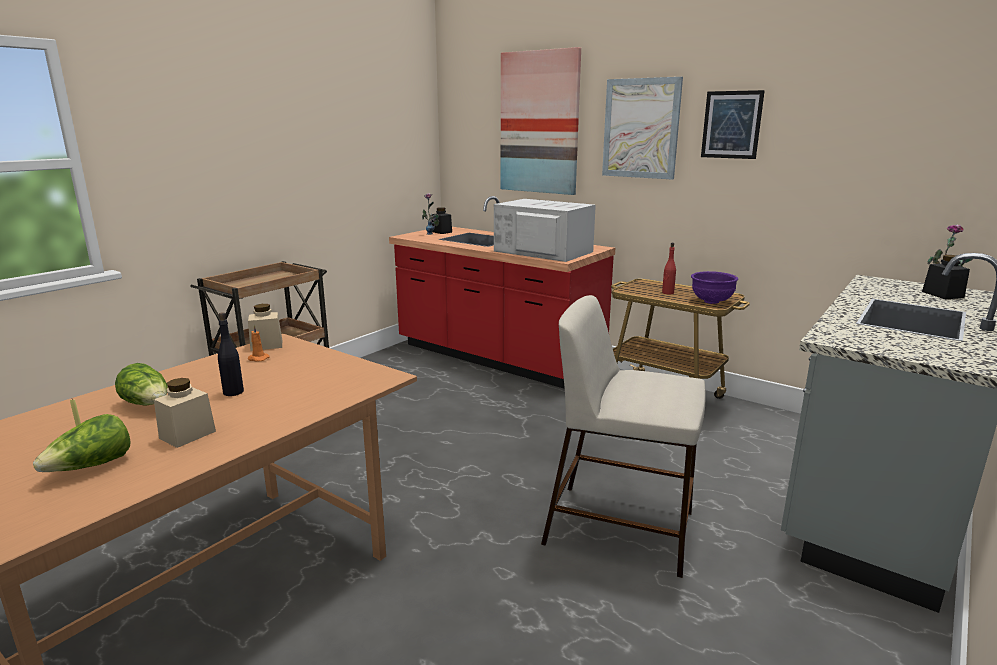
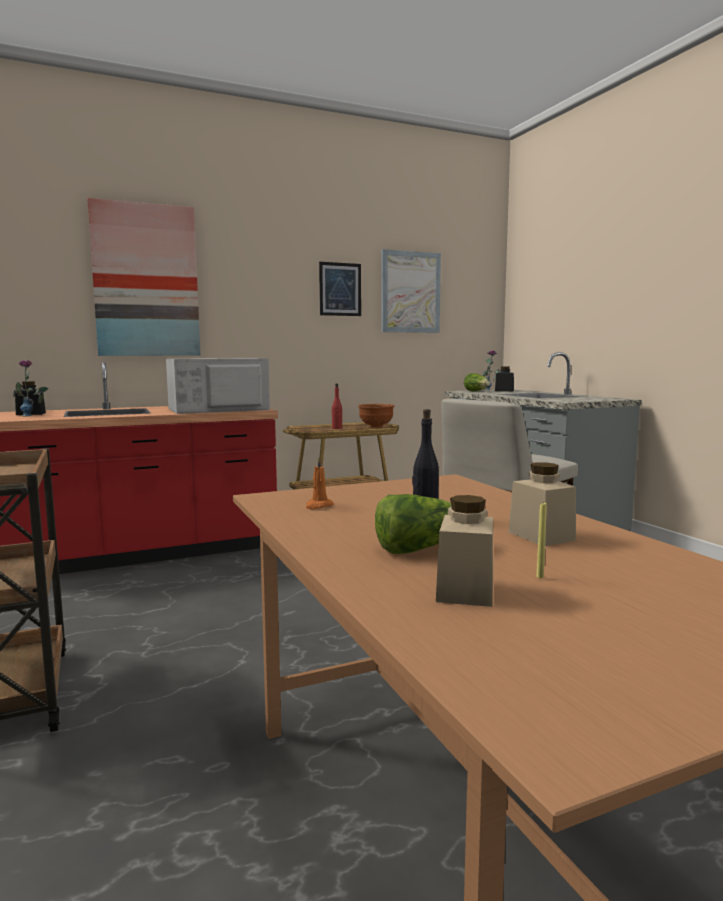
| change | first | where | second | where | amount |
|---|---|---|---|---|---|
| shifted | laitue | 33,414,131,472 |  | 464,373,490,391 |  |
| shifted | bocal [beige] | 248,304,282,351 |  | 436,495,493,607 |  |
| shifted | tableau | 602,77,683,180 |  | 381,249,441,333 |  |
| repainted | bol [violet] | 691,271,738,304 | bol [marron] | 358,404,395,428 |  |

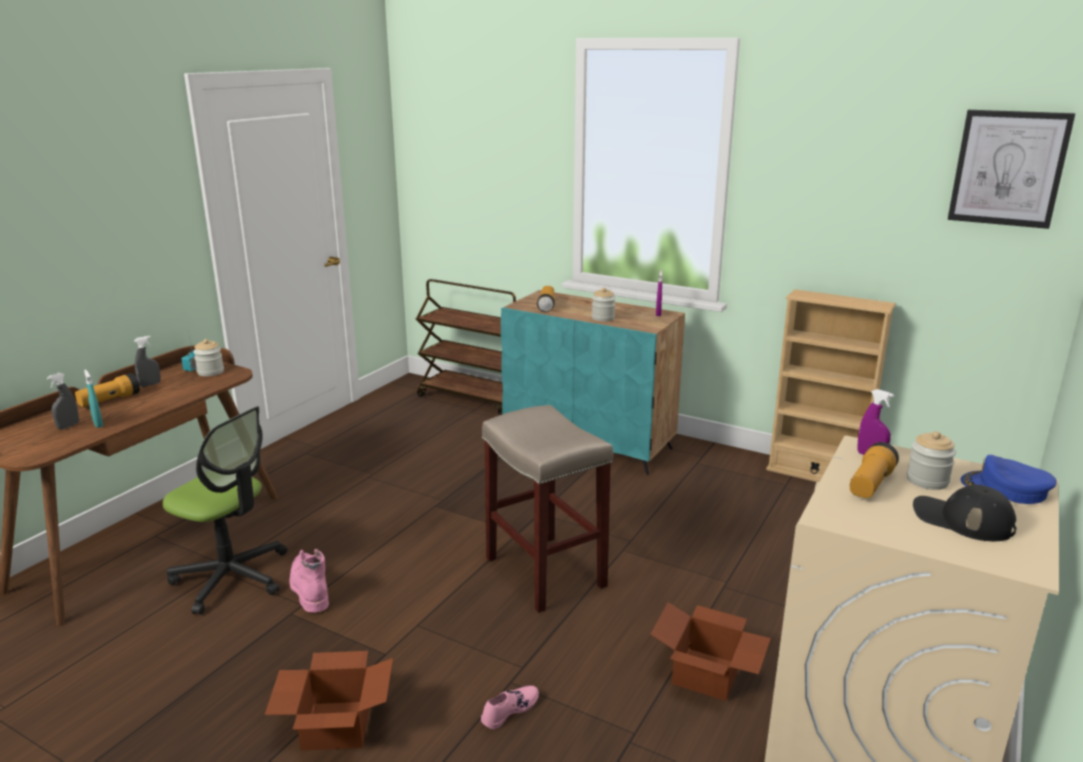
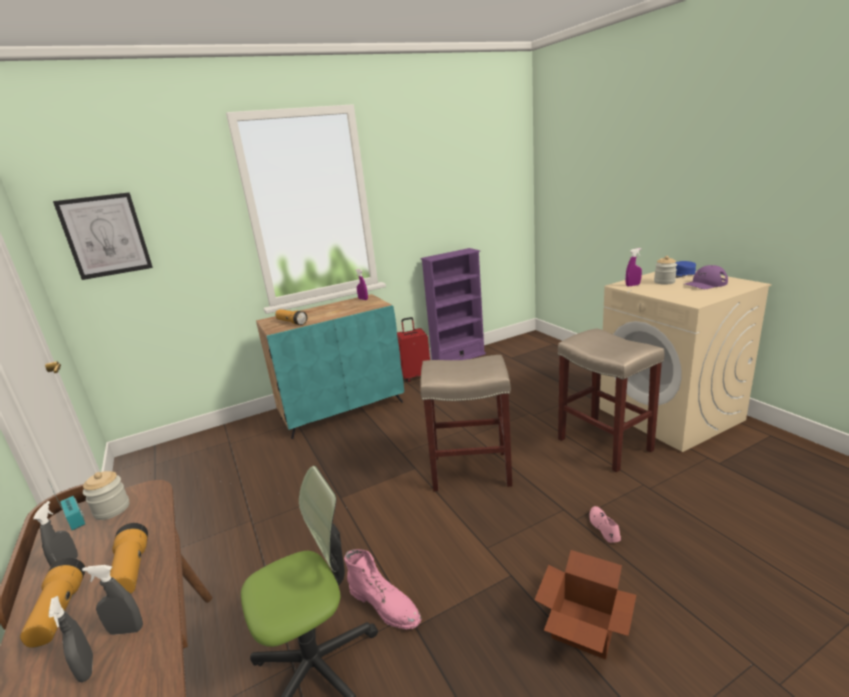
| change | first | where | second | where | amount |
|---|---|---|---|---|---|
| repainted | vaporisateur [turquoise] | 84,369,103,428 | vaporisateur [gris] | 82,565,143,635 |  |
| rotated | botte [rose] | 289,549,329,613 |  | 344,549,421,629 | 150 degrees counterclockwise |
| gone | chariot [marron] | 416,279,516,415 |  |  |  |
| gone | bocal | 592,288,616,322 |  |  |  |
| swapped | carton | 650,602,771,701 | tabouret [beige] | 558,328,664,472 |  |
| repainted | bibliothèque [beige] | 766,289,896,482 | bibliothèque [violet] | 421,248,486,360 |  |
| shifted | lampe de poche | 850,442,899,498 |  | 110,523,148,594 |  |
| repainted | casquette [noir] | 913,484,1017,541 | casquette [violet] | 685,265,728,289 |  |
| shifted | tableau | 948,110,1075,229 |  | 53,192,153,280 |  |
| new |  |  | valise [rouge] | 397,317,430,382 |  |

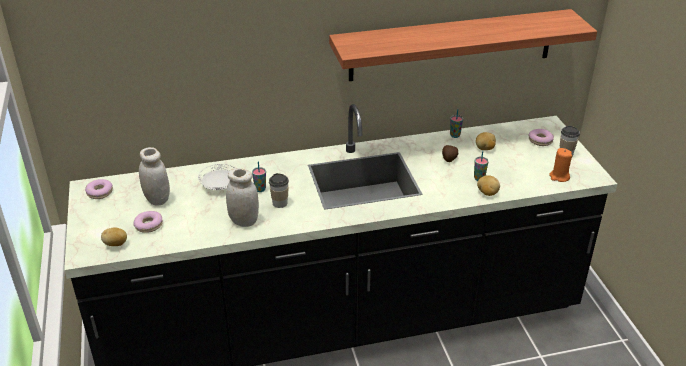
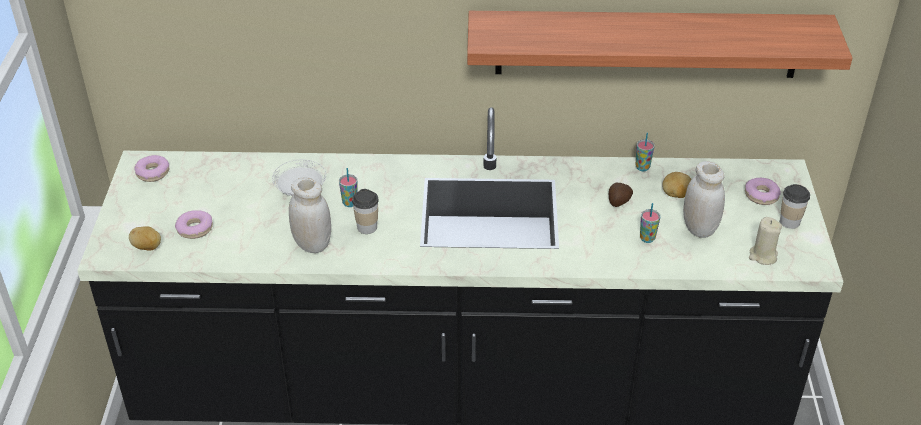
| change | first | where | second | where | amount |
|---|---|---|---|---|---|
| shifted | bocal [blanc] | 139,147,170,206 |  | 683,161,725,238 |  |
| gone | pomme de terre | 477,175,500,196 |  |  |  |
| repainted | bougie [orange] | 549,148,572,182 | bougie [beige] | 749,217,782,265 |  |

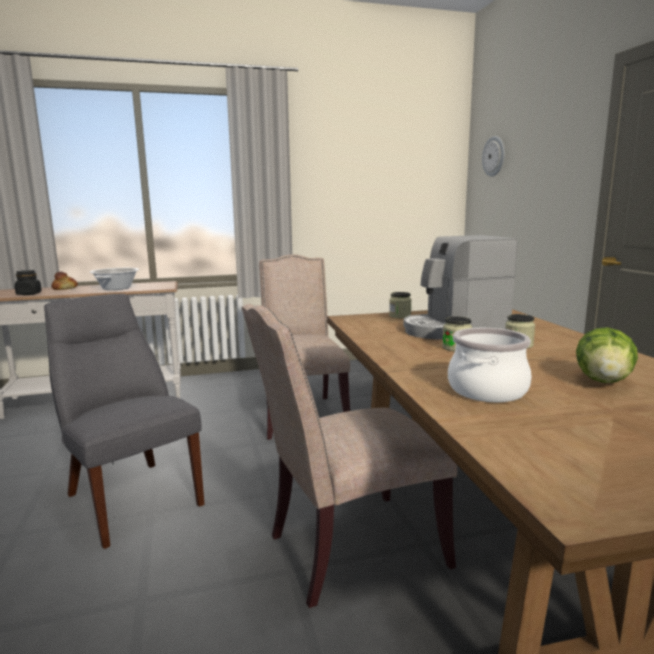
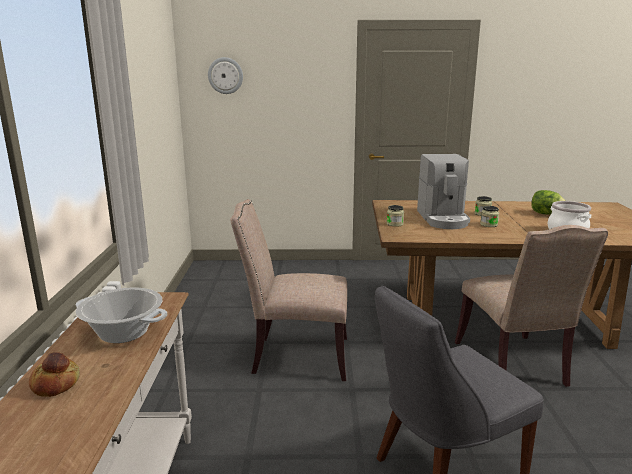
| change | first | where | second | where | amount |
|---|---|---|---|---|---|
| gone | bocal [noir] | 15,270,42,295 |  |  |  |

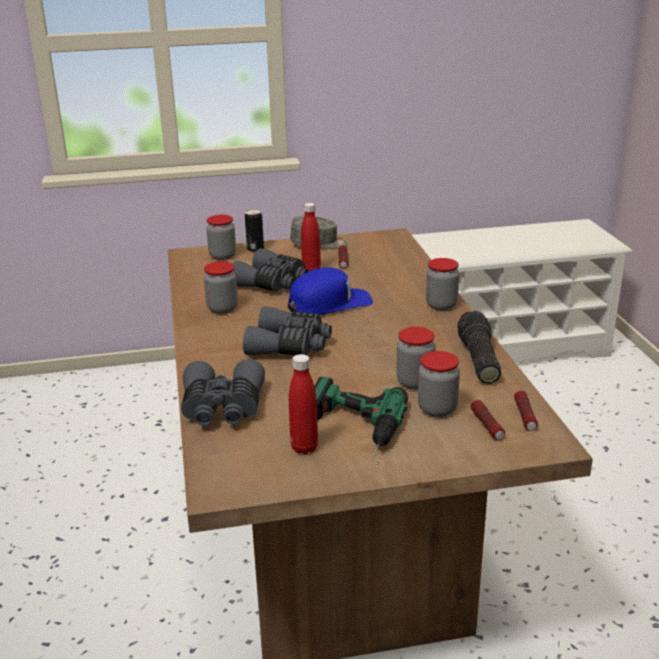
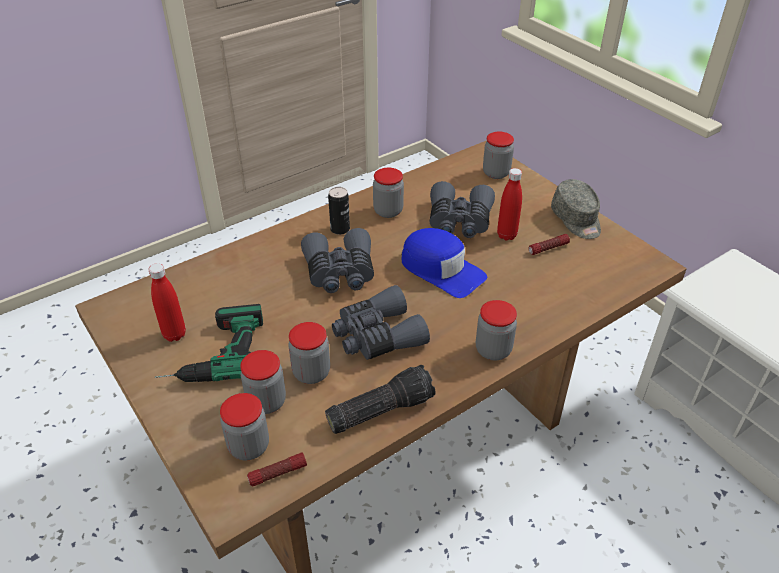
| change | first | where | second | where | amount |
|---|---|---|---|---|---|
| shifted | jumelles [gris] | 181,359,265,425 |  | 332,285,430,360 |  |
| shifted | boîte métallique | 245,209,264,252 |  | 328,187,350,235 |  |
| swapped | lampe de poche | 471,400,505,440 | bocal | 220,393,269,460 |  |

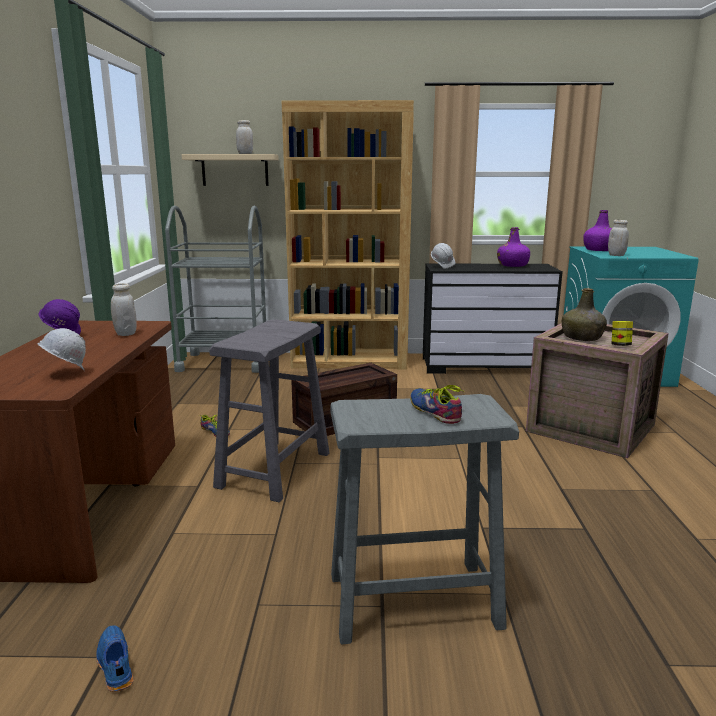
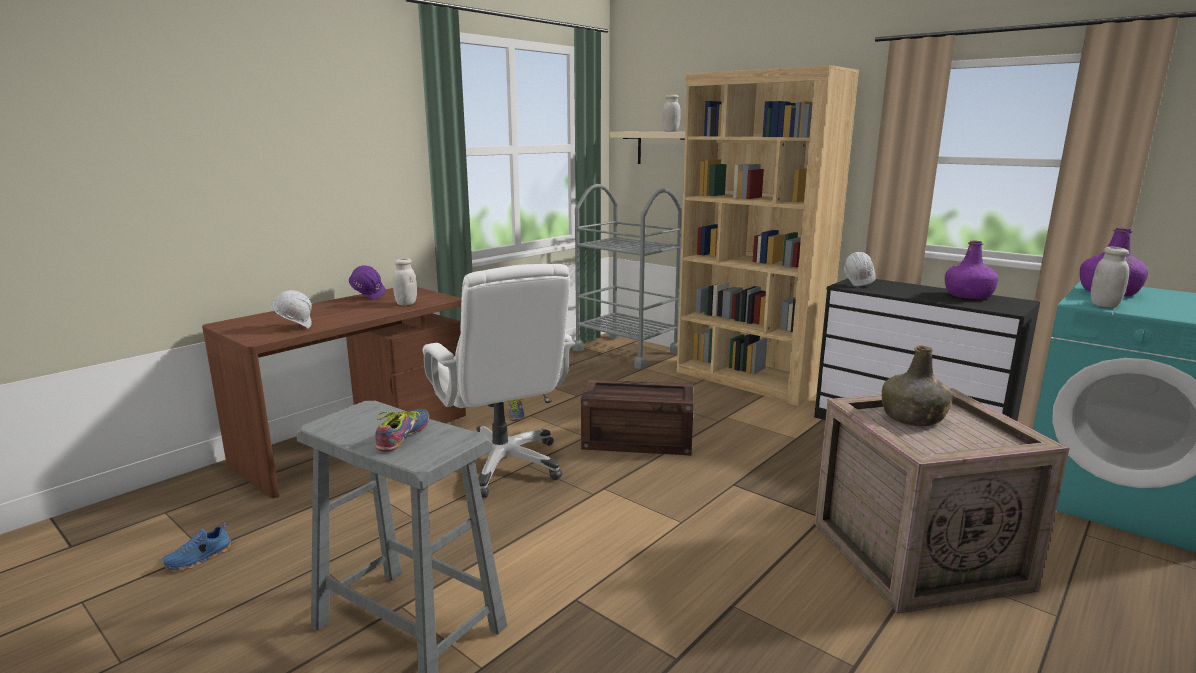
| change | first | where | second | where | amount |
|---|---|---|---|---|---|
| rotated | chaussure [bleu] | 96,625,134,692 |  | 161,523,233,570 | 150 degrees counterclockwise |
| swapped | tabouret [gris] | 209,319,330,502 | chaise de bureau [blanc] | 423,264,575,498 |  |
| gone | bocal | 612,321,633,346 |  |  |  |

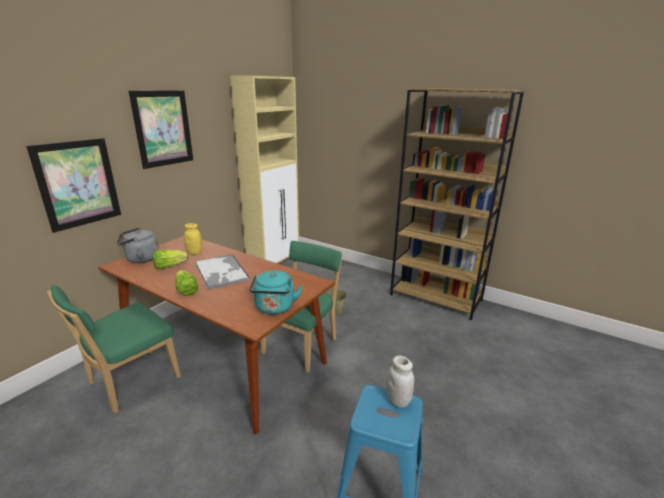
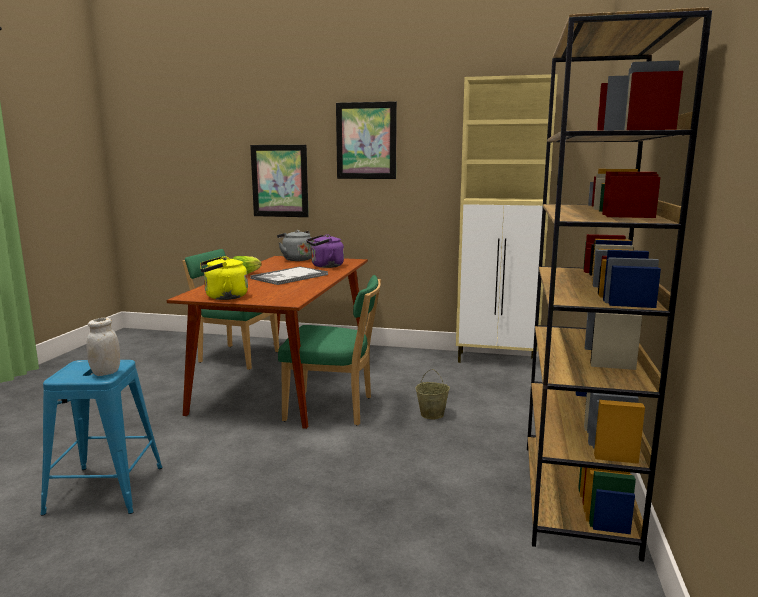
| change | first | where | second | where | amount |
|---|---|---|---|---|---|
| gone | laitue | 153,250,188,269 |  |  |  |
| swapped | bocal [jaune] | 184,223,202,255 | bouilloire [violet] | 306,234,344,268 |  |
| repainted | bouilloire [turquoise] | 249,270,303,314 | bouilloire [jaune] | 200,256,248,300 |  |

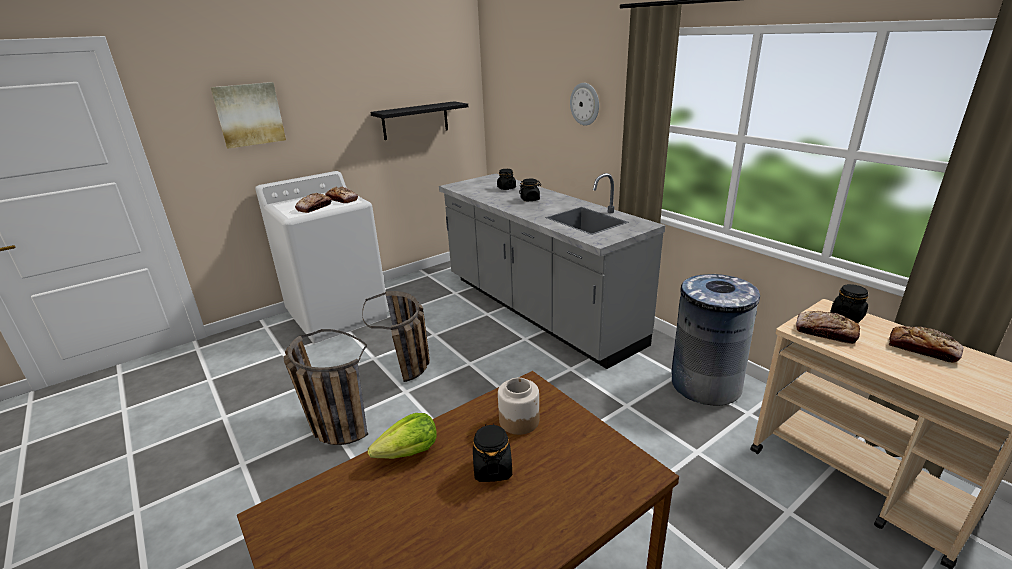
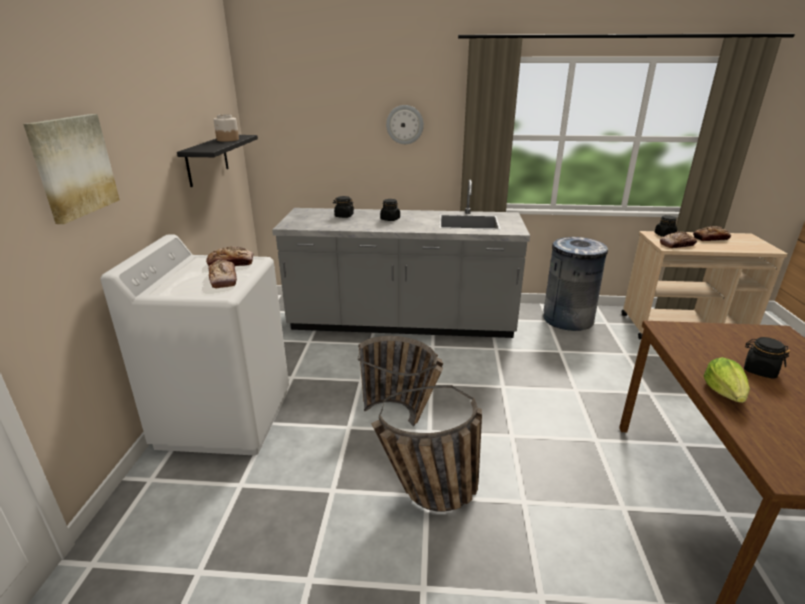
| change | first | where | second | where | amount |
|---|---|---|---|---|---|
| shifted | bocal | 498,378,539,435 |  | 213,114,239,142 |  |

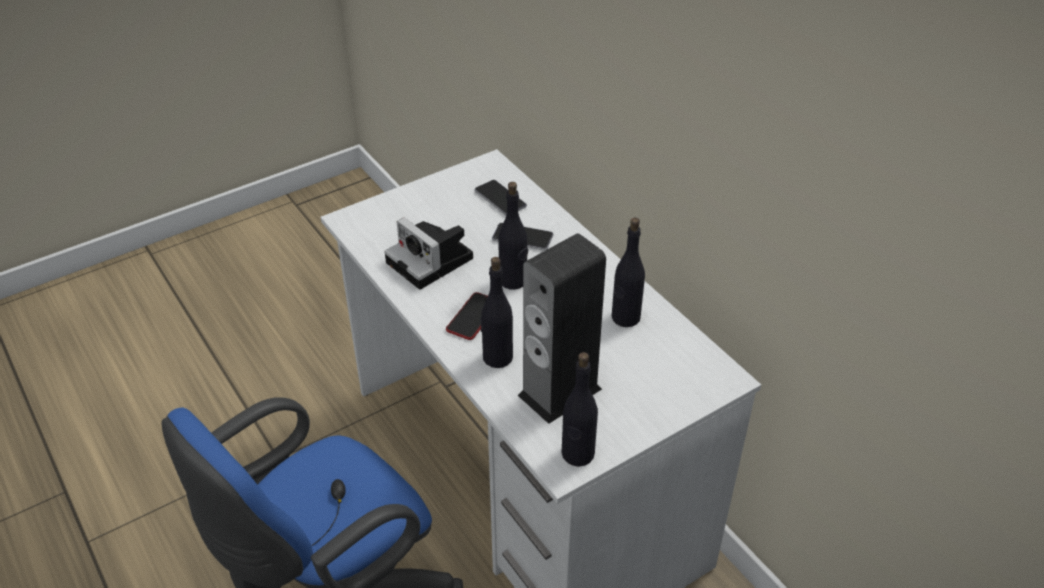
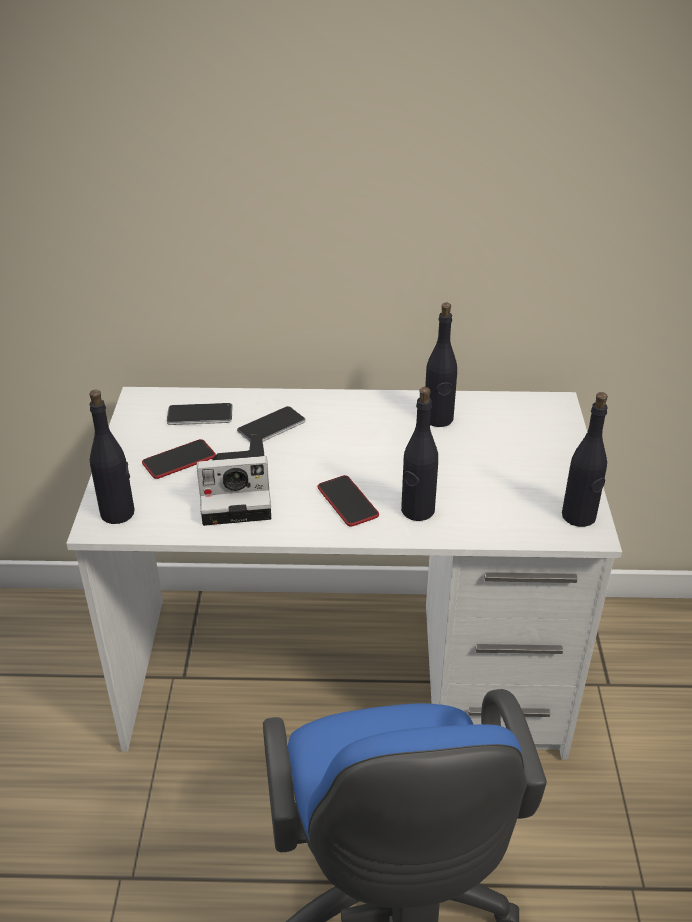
| change | first | where | second | where | amount |
|---|---|---|---|---|---|
| shifted | bouteille [noir] | 498,182,528,290 |  | 89,390,135,524 |  |
| gone | enceinte | 518,233,606,424 |  |  |  |
| new |  |  | téléphone | 142,439,216,479 |  |

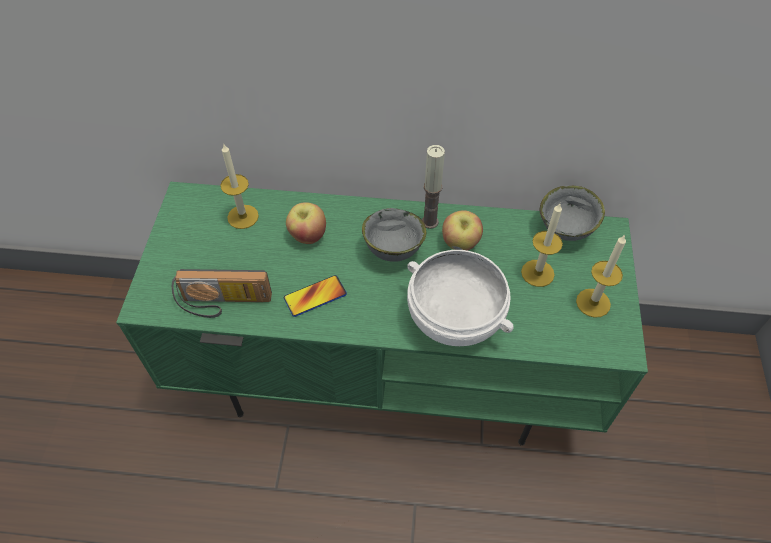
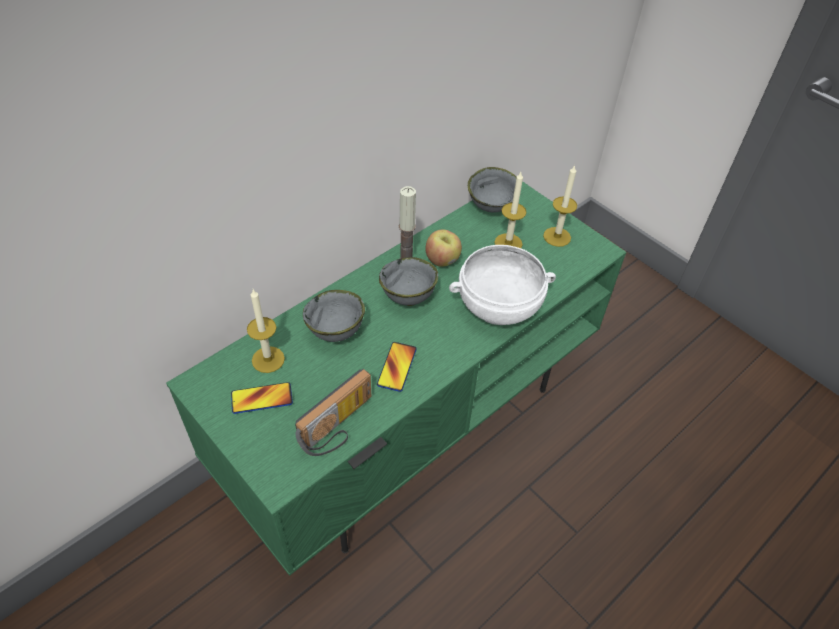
| change | first | where | second | where | amount |
|---|---|---|---|---|---|
| swapped | pomme | 286,202,326,244 | bol [gris] | 303,290,365,342 |  |
| new |  |  | téléphone | 231,382,293,414 |  |

